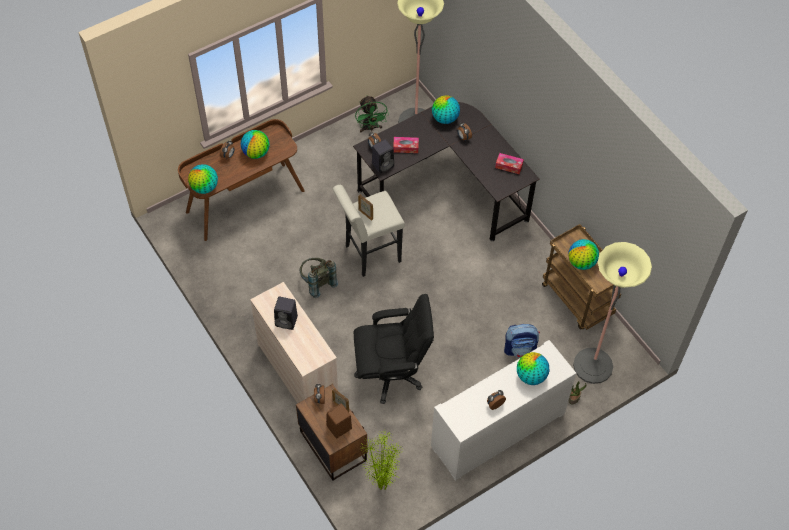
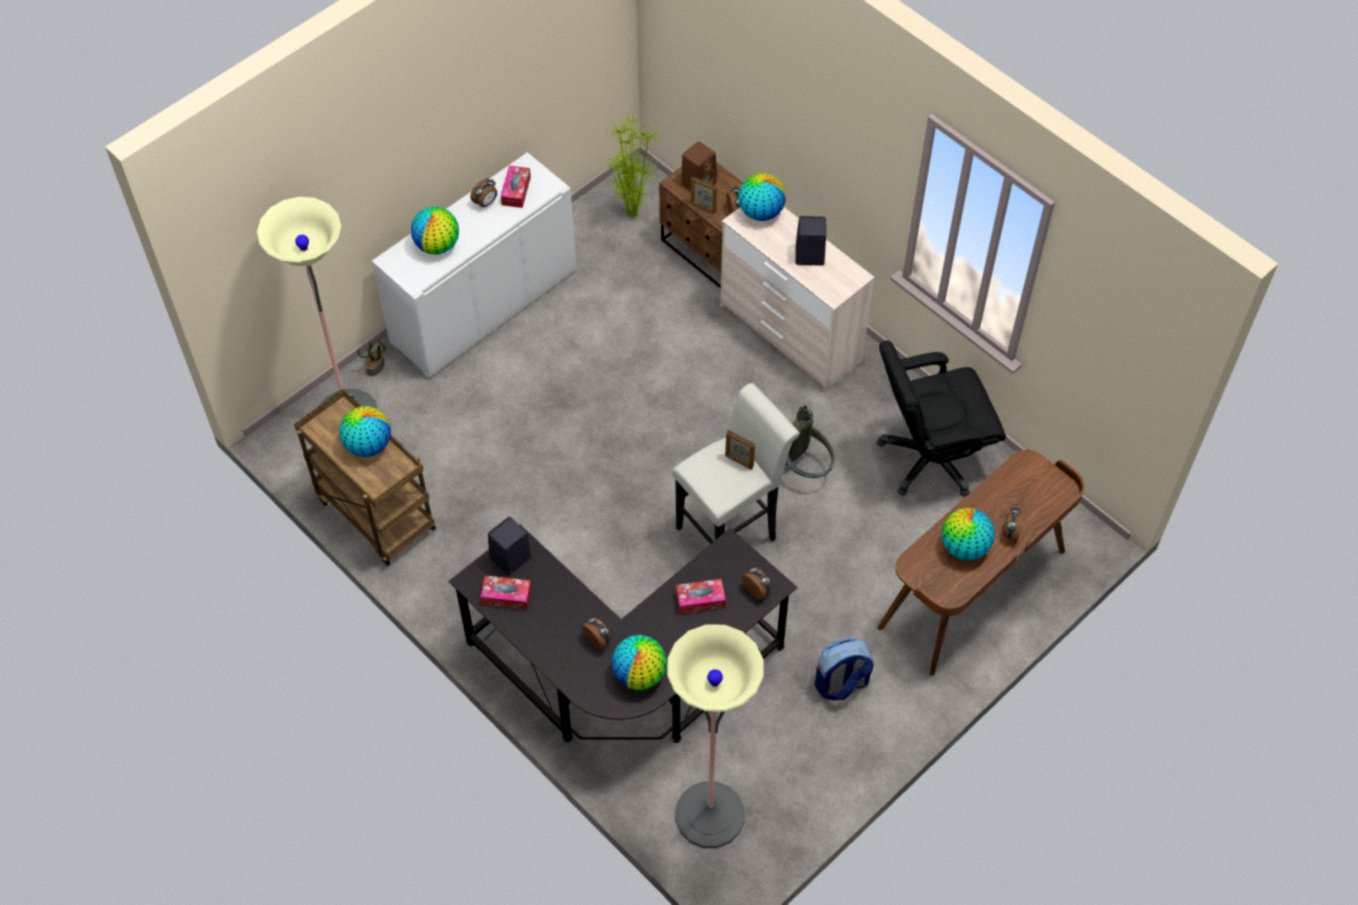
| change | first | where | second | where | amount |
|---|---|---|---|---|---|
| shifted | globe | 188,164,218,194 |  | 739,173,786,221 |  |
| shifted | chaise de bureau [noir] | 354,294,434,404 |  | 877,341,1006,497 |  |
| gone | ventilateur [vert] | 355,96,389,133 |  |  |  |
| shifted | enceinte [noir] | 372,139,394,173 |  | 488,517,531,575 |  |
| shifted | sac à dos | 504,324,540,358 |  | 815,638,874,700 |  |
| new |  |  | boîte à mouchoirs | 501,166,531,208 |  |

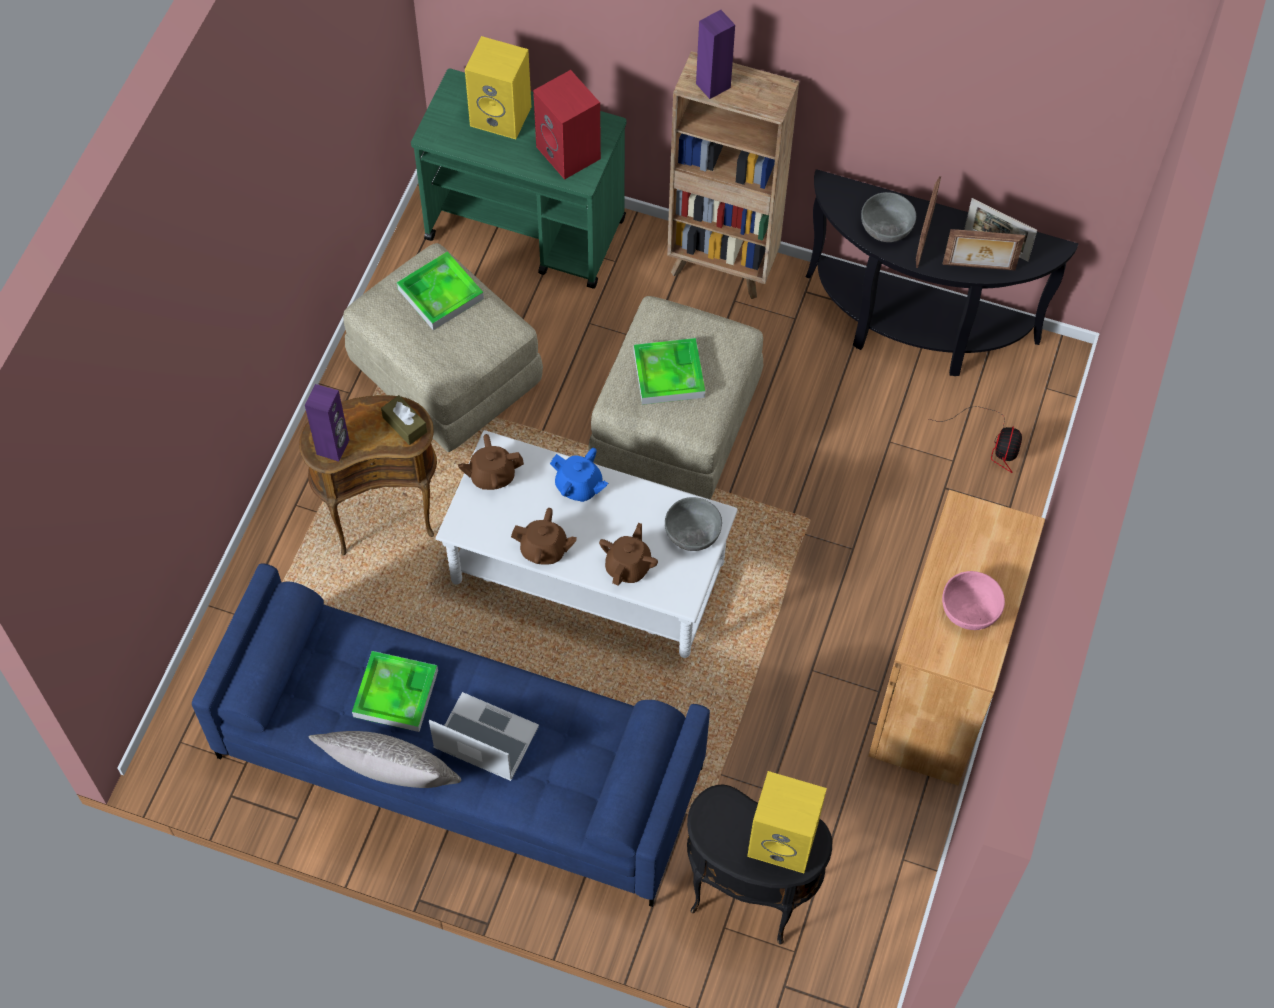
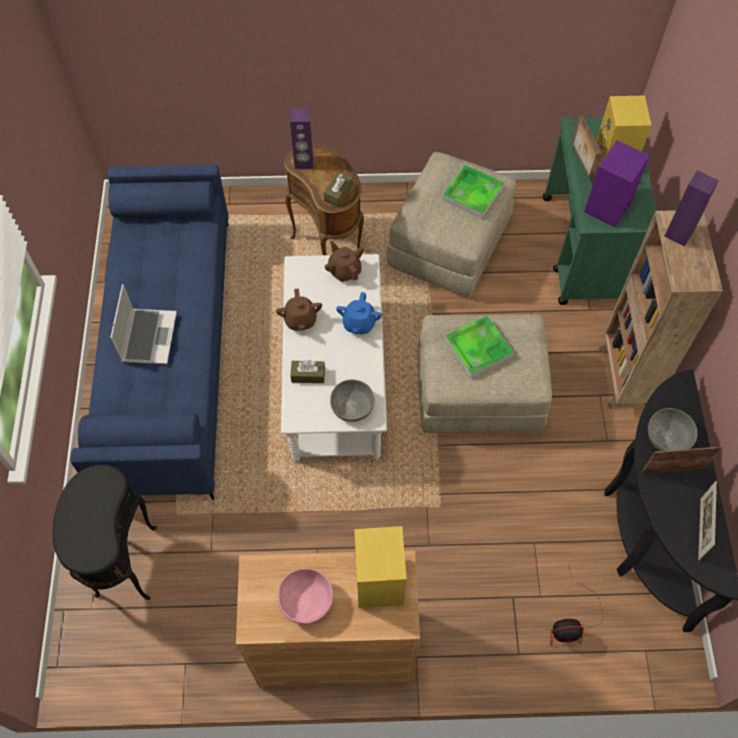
| change | first | where | second | where | amount |
|---|---|---|---|---|---|
| gone | coussin [gris] | 309,731,461,788 |  |  |  |
| gone | plateau | 352,651,438,732 |  |  |  |
| repainted | enceinte [rouge] | 533,70,601,180 | enceinte [violet] | 584,140,650,227 |  |
| swapped | théière [marron] | 599,523,658,585 | boîte à mouchoirs [marron] | 291,360,325,383 |  |
| shifted | enceinte [jaune] | 747,771,827,873 |  | 354,526,407,608 |  |
| shifted | cadre photo | 943,229,1025,271 |  | 572,113,602,183 |  |

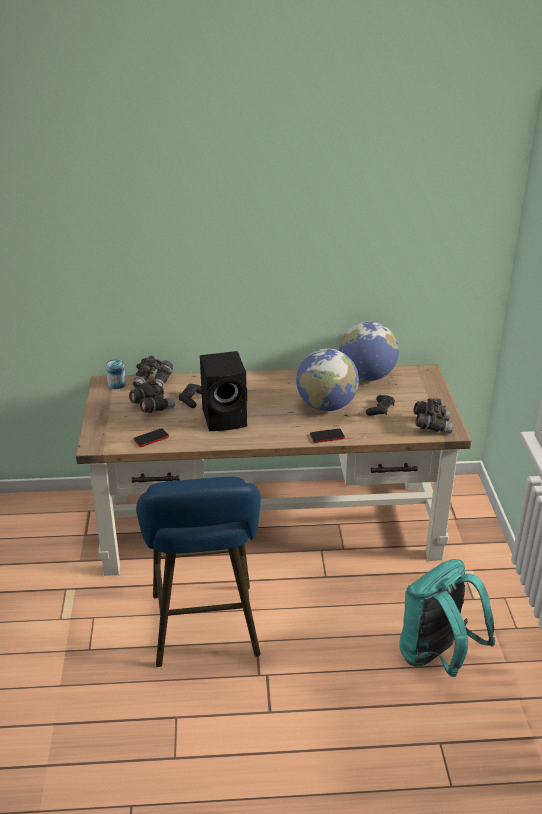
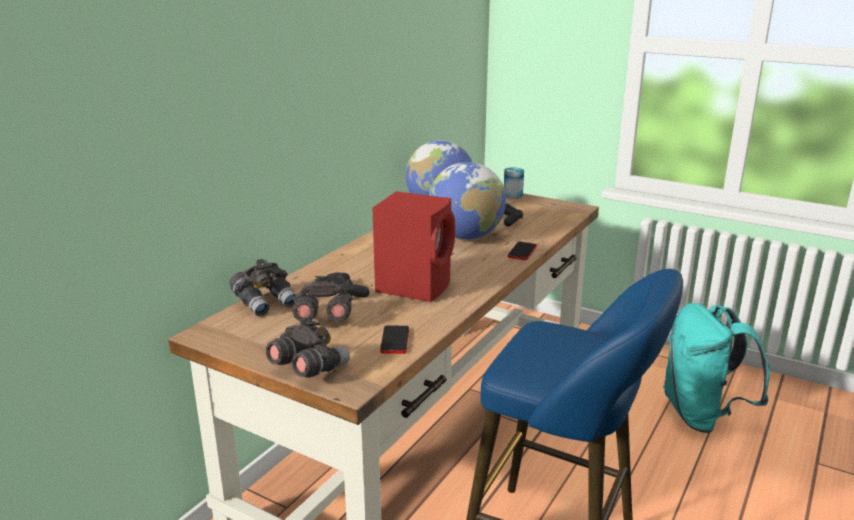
| change | first | where | second | where | amount |
|---|---|---|---|---|---|
| shifted | boîte métallique | 106,360,126,389 |  | 504,167,524,198 |  |
| repainted | enceinte [noir] | 200,351,247,431 | enceinte [rouge] | 372,191,455,302 |  |
| shifted | jumelles [gris] | 413,398,453,434 |  | 266,319,350,378 |  |

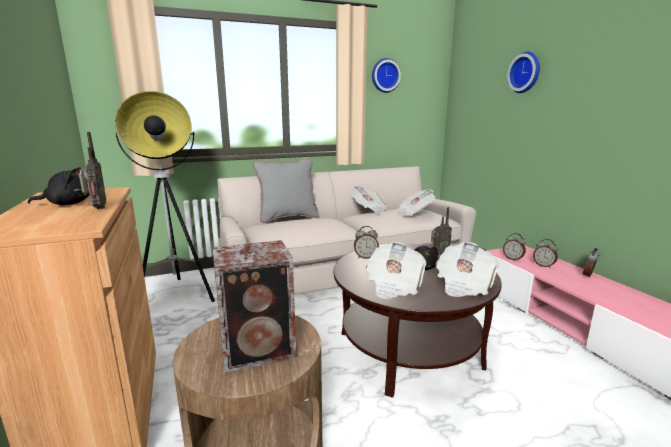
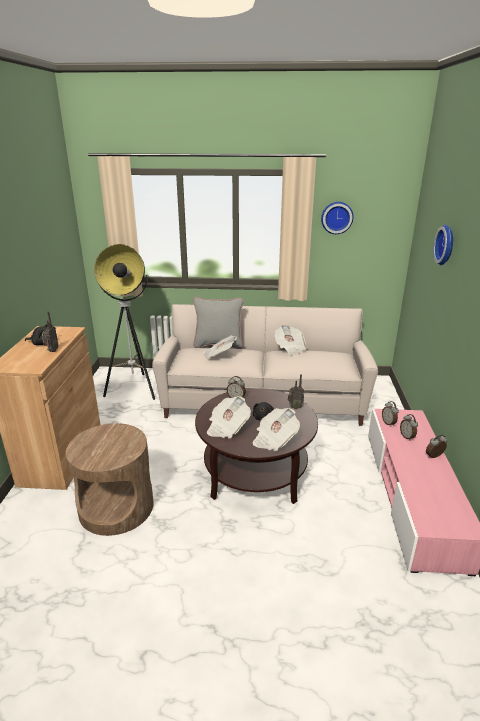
| change | first | where | second | where | amount |
|---|---|---|---|---|---|
| gone | enceinte | 213,240,296,373 |  |  |  |
| shifted | journal | 394,189,435,216 |  | 203,335,237,359 |  |

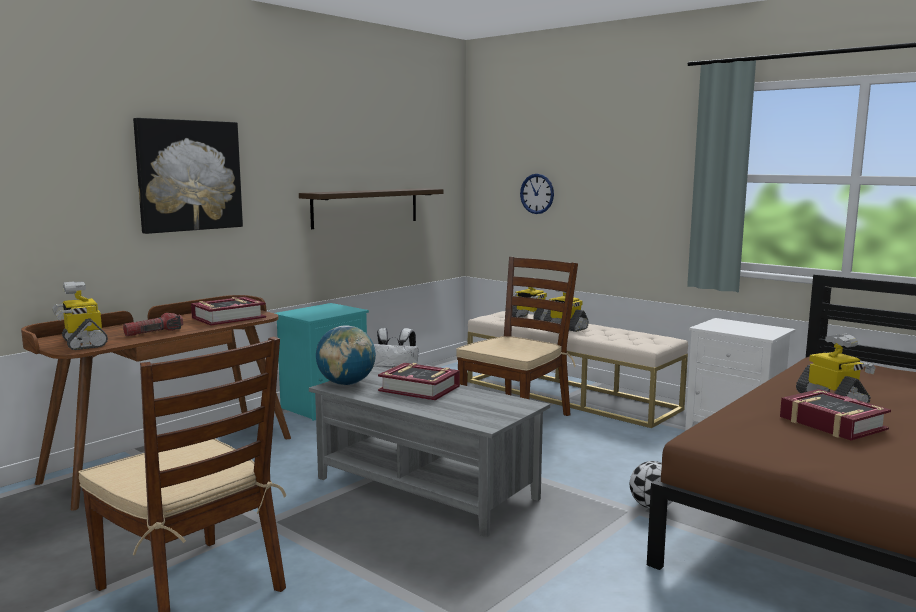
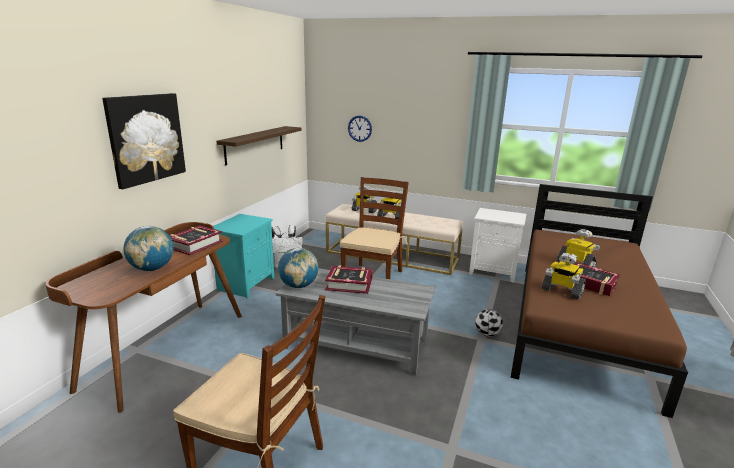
| change | first | where | second | where | amount |
|---|---|---|---|---|---|
| shifted | robot jouet | 52,281,108,350 |  | 541,253,586,300 |  |
| swapped | lampe de poche | 123,313,183,336 | globe | 123,226,174,271 |  |

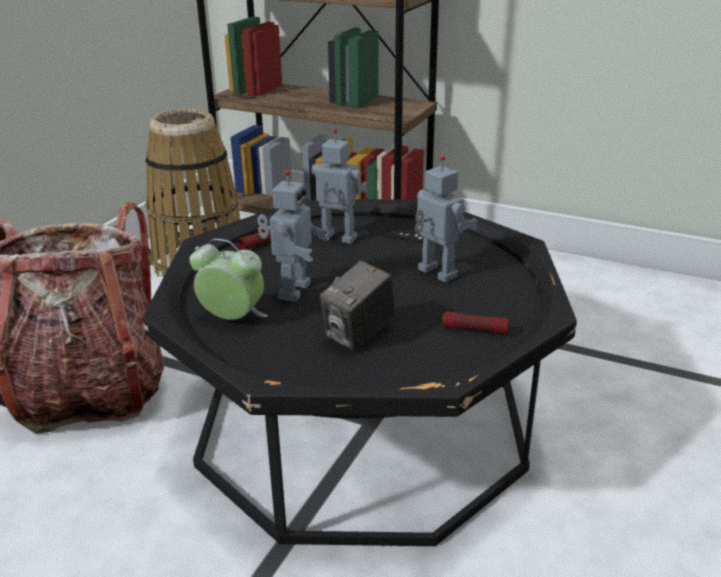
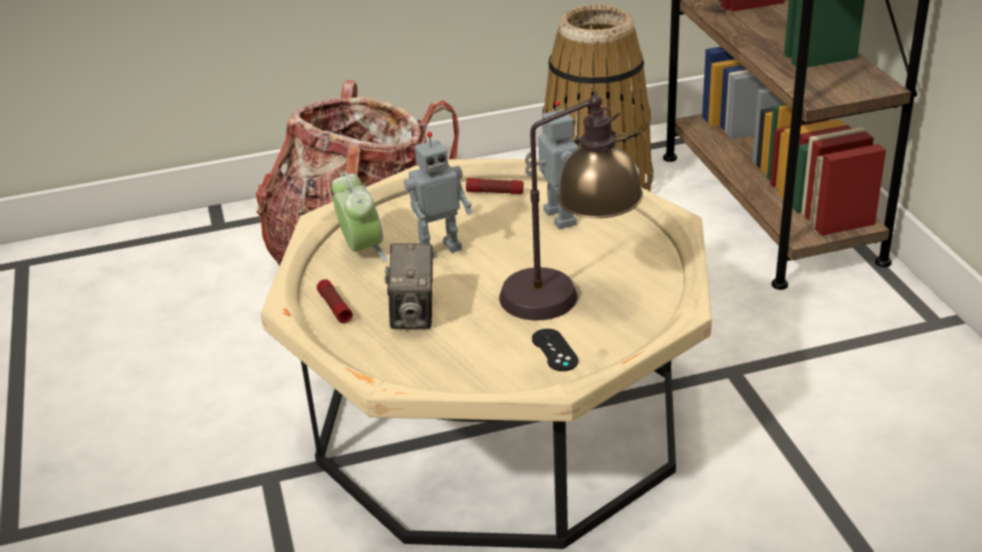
| change | first | where | second | where | amount |
|---|---|---|---|---|---|
| repainted | table basse [noir] | 142,199,577,546 | table basse [beige] | 261,159,712,549 |  |
| rotated | appareil photo | 319,261,395,351 |  | 385,243,433,329 | 90 degrees counterclockwise |
| shifted | manette [noir] | 382,228,424,243 |  | 532,329,579,371 |  |
| swapped | robot jouet | 415,155,478,283 | lampe de table | 499,91,643,320 |  |
| shifted | lampe de poche | 443,312,509,334 |  | 317,279,353,323 |  |

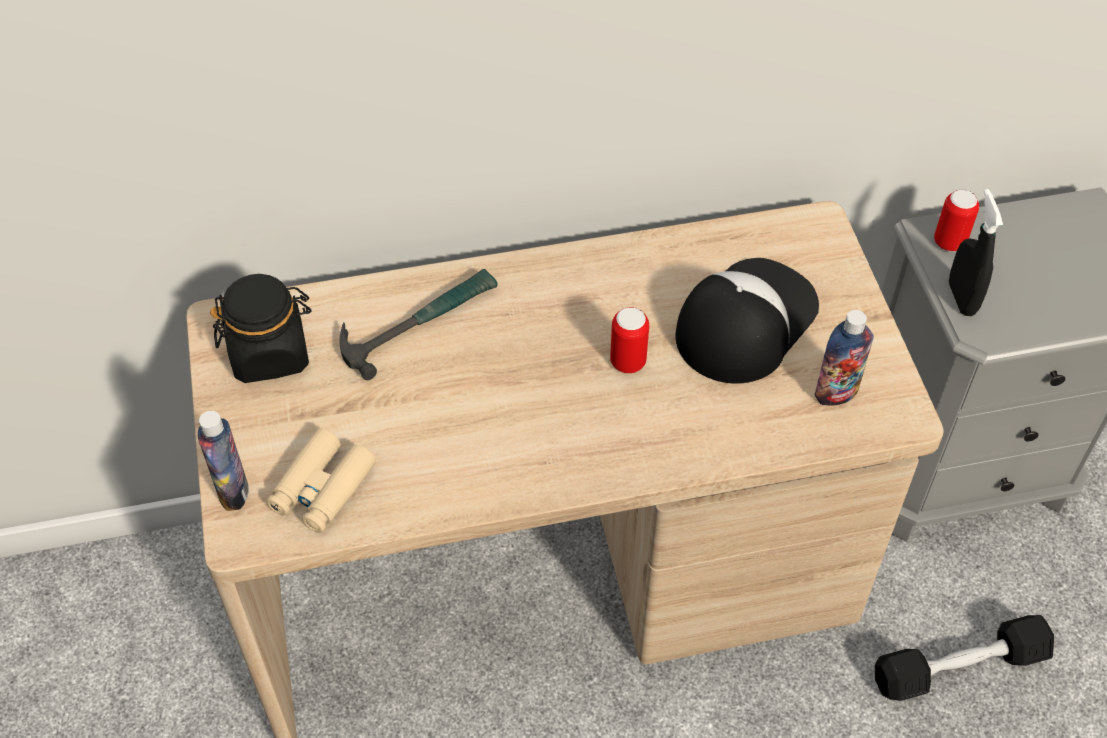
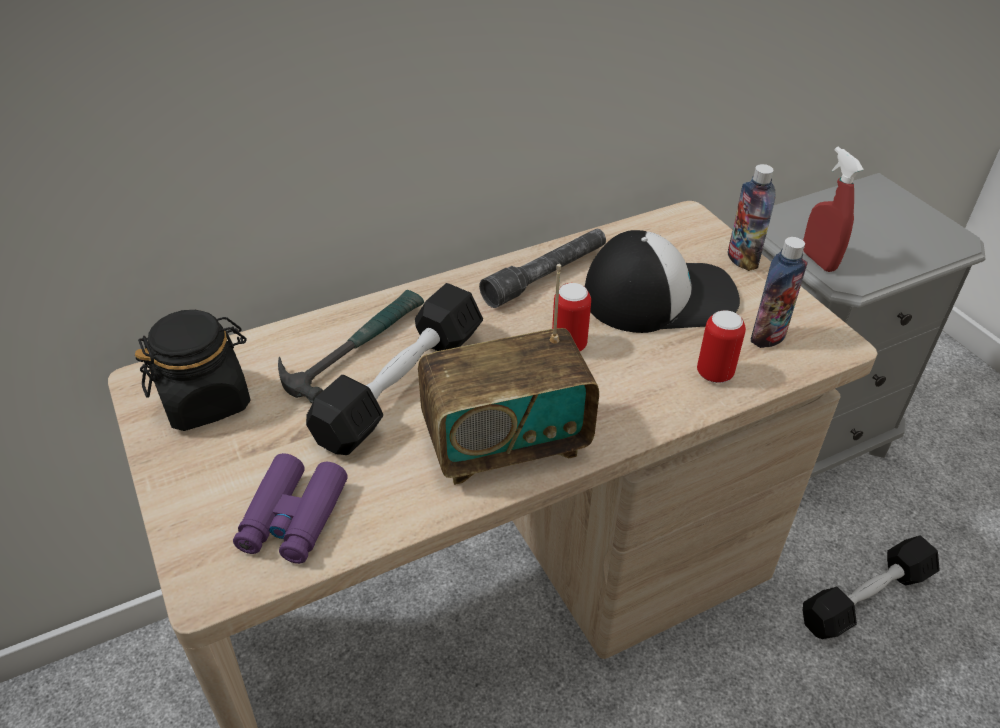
| change | first | where | second | where | amount |
|---|---|---|---|---|---|
| shifted | bouteille | 198,411,249,511 |  | 728,164,776,271 |  |
| repainted | jumelles [beige] | 266,428,376,533 | jumelles [violet] | 233,453,348,564 |  |
| rotated | casquette | 675,258,819,384 |  | 585,230,740,333 | 60 degrees clockwise |
| shifted | boîte métallique | 934,190,979,252 |  | 697,310,746,383 |  |
| repainted | vaporisateur [noir] | 949,189,1003,316 | vaporisateur [rouge] | 803,147,864,272 |  |
| new |  |  | haltère [noir] | 306,283,483,455 |  |
| new |  |  | radio | 418,264,599,485 |  |
| new |  |  | lampe de poche [gris] | 479,229,606,308 |  |

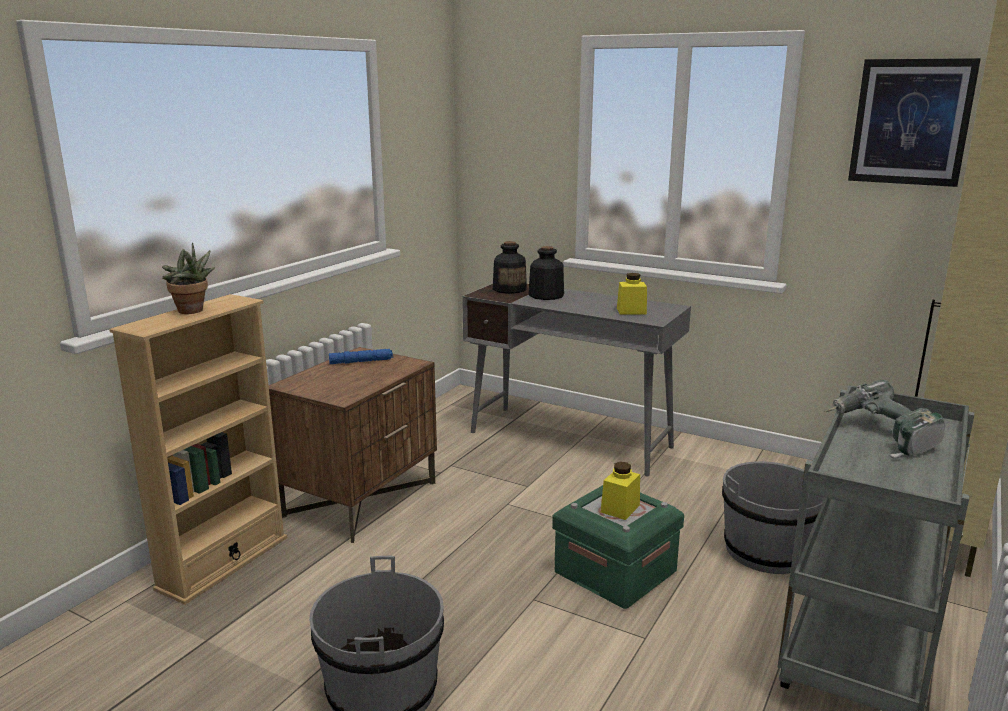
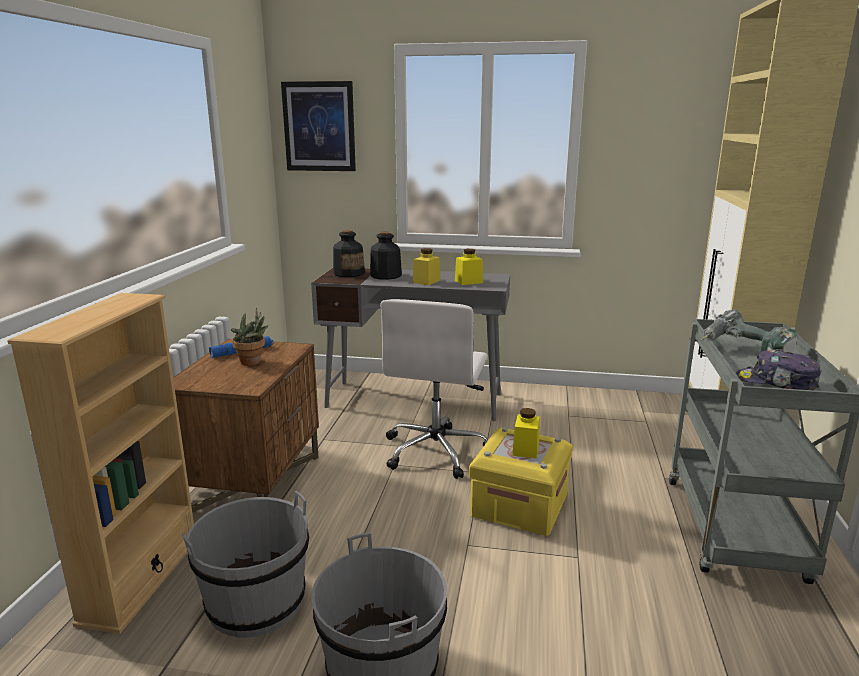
| change | first | where | second | where | amount |
|---|---|---|---|---|---|
| shifted | plante en pot | 162,243,215,314 |  | 231,308,268,366 |  |
| repainted | boîte de rangement [vert] | 552,485,684,609 | boîte de rangement [jaune] | 469,427,573,536 |  |
| shifted | seau [gris] | 722,461,825,574 |  | 182,491,309,638 |  |
| shifted | tableau | 848,58,981,187 |  | 281,81,356,171 |  |
| new |  |  | chaise de bureau [blanc] | 380,299,488,479 |  |
| new |  |  | bocal [jaune] | 413,248,440,285 |  |
| new |  |  | casquette | 736,349,820,390 |  |

